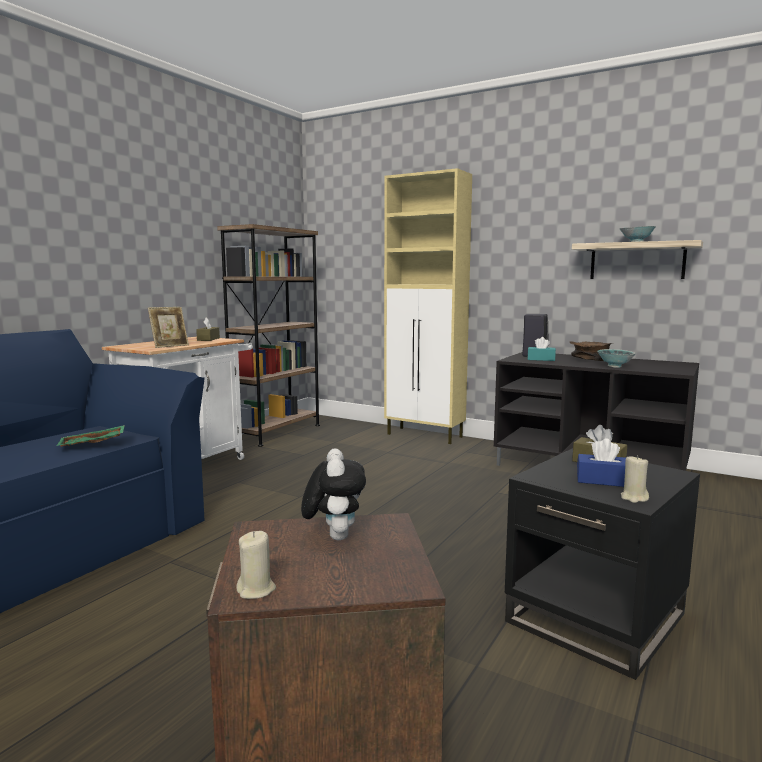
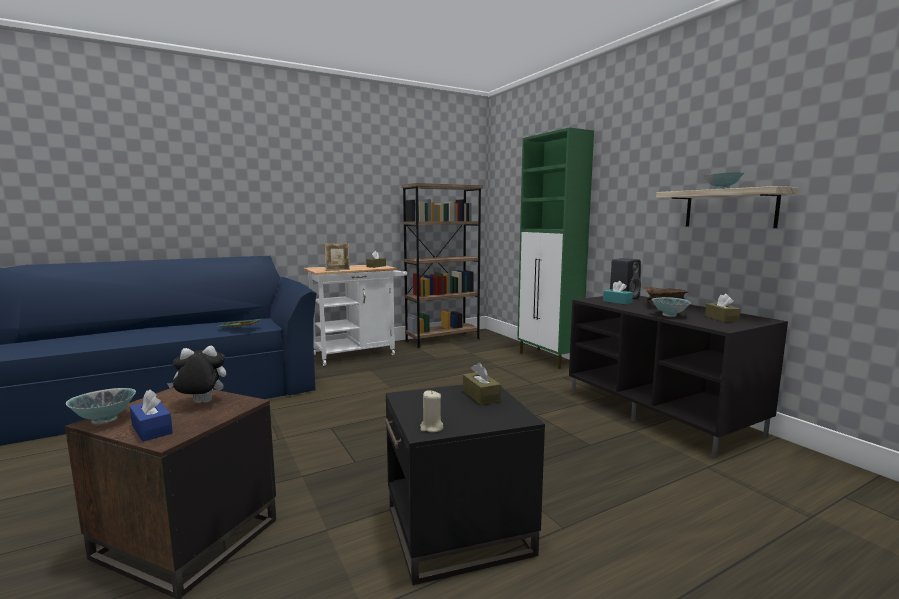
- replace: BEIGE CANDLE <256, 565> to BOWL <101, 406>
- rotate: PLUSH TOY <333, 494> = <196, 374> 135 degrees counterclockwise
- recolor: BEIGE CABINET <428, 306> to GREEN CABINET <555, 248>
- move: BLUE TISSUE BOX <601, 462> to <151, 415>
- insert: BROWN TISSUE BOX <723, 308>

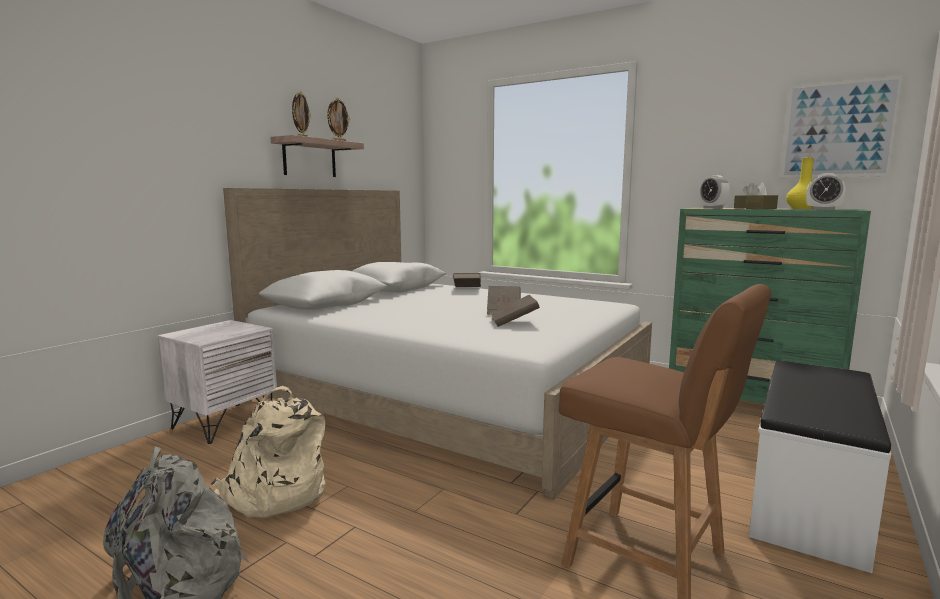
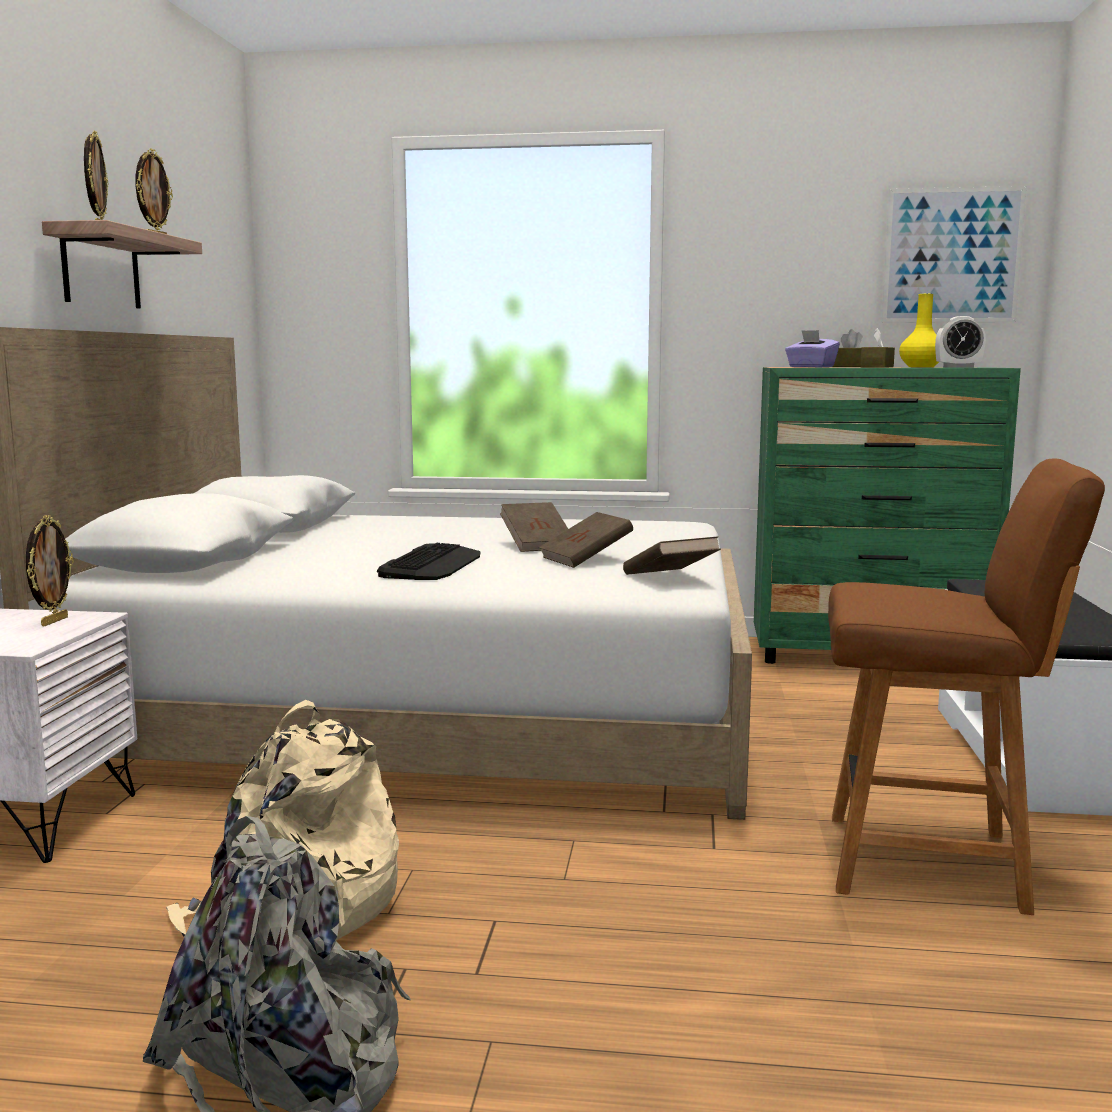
- move: BROWN BOOK <467, 280> to <672, 555>
- replace: ALARM CLOCK <715, 192> to PURPLE TISSUE BOX <812, 348>
- insert: PICTURE FRAME <50, 570>
- insert: KEYBOARD <429, 561>

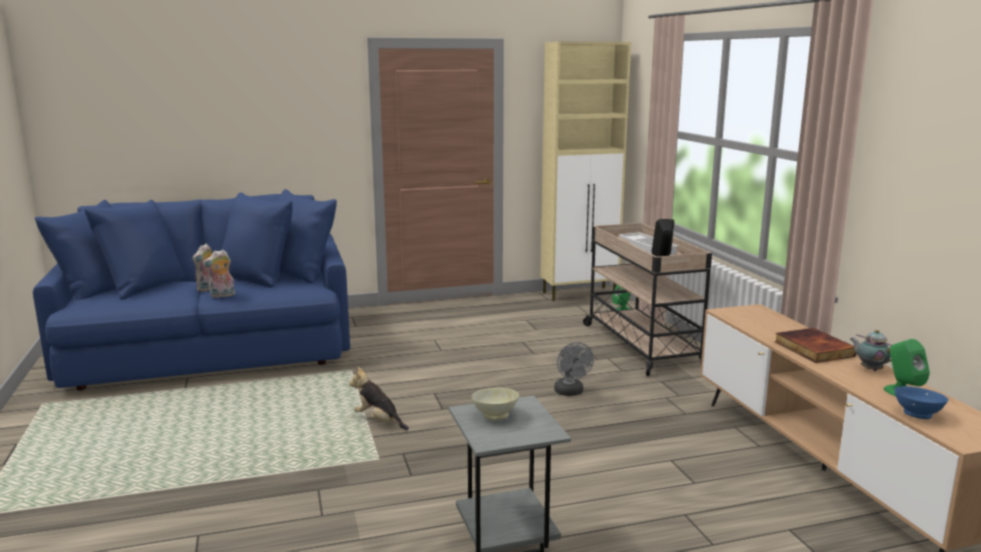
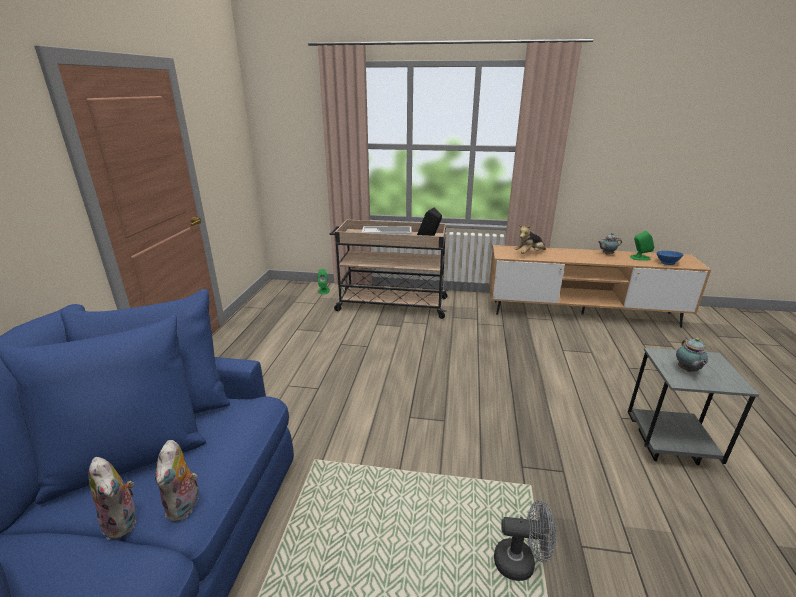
- move: PLUSH TOY <379, 398> to <530, 239>
- replace: BEIGE BOWL <495, 404> to TEAPOT <692, 355>
- delete: BEIGE CABINET <586, 171>
- move: GREY FAN <574, 369> to <525, 540>
- delete: BOOK <815, 345>

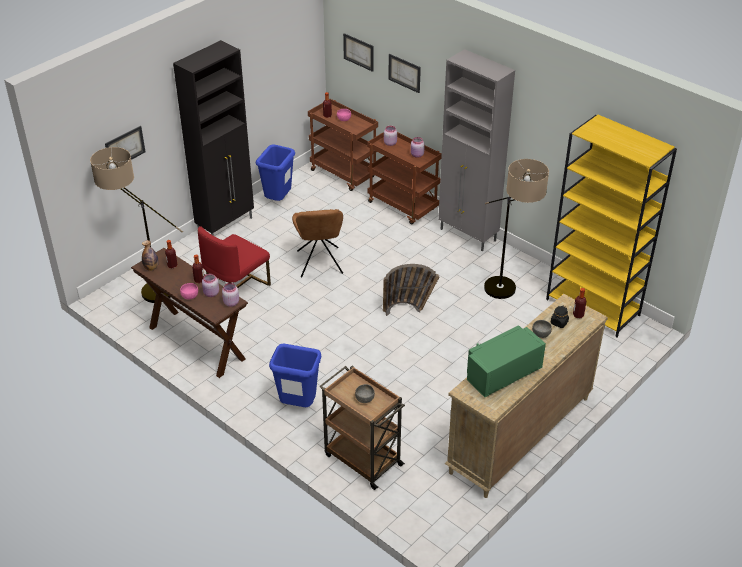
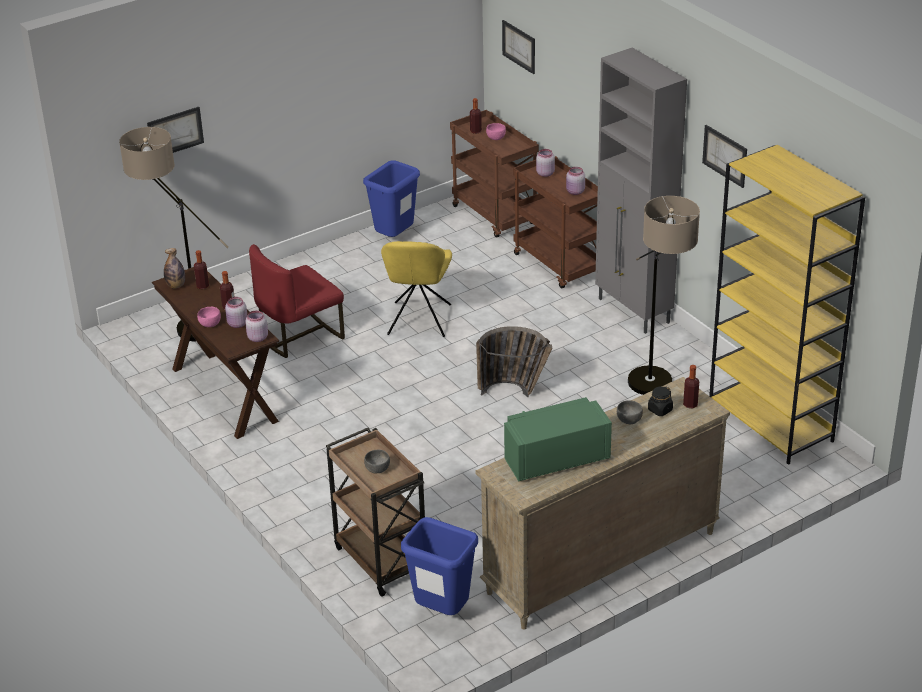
- delete: BLACK CABINET <213, 138>
- move: BLUE TRASH CAN <295, 375> to <439, 566>
- recolor: BROWN CHAIR <317, 243> to YELLOW CHAIR <416, 289>
- move: PICTURE <404, 73> to <724, 156>

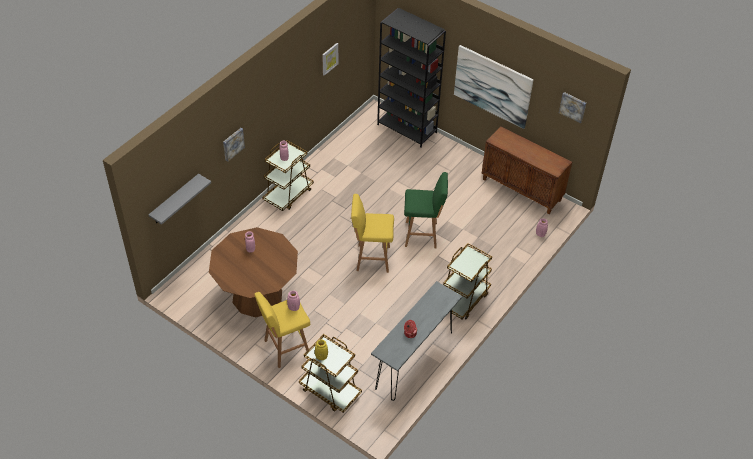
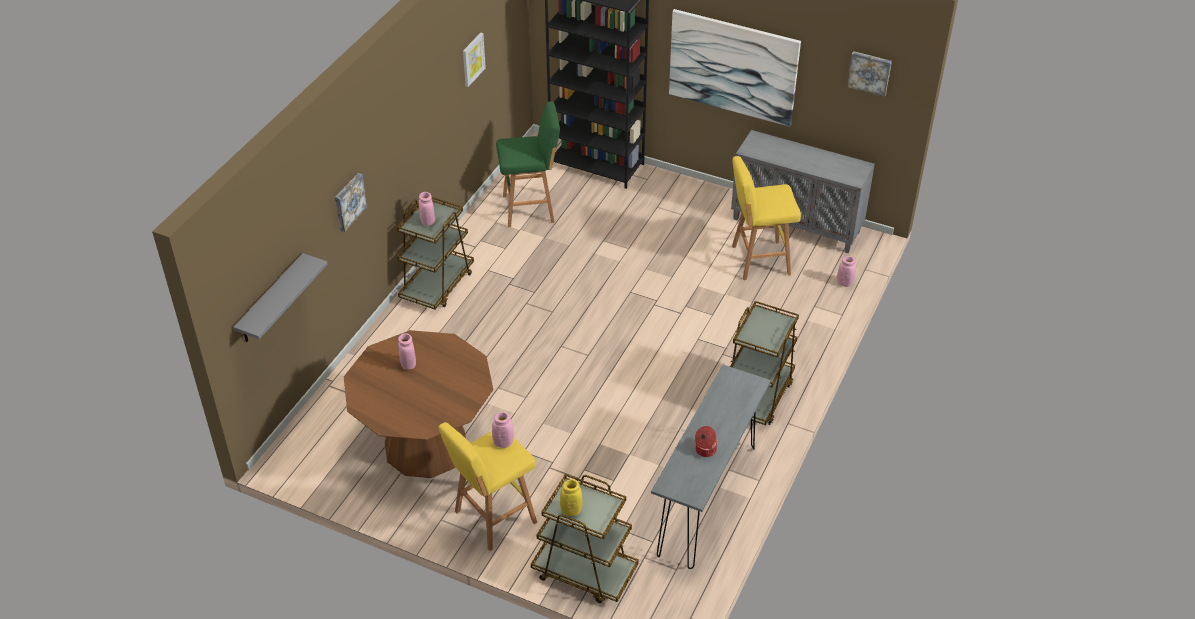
- move: YELLOW STOOL <372, 233> to <766, 218>
- move: GREEN STOOL <426, 210> to <528, 164>
- recolor: BROWN CABINET <527, 170> to GREY CABINET <803, 191>

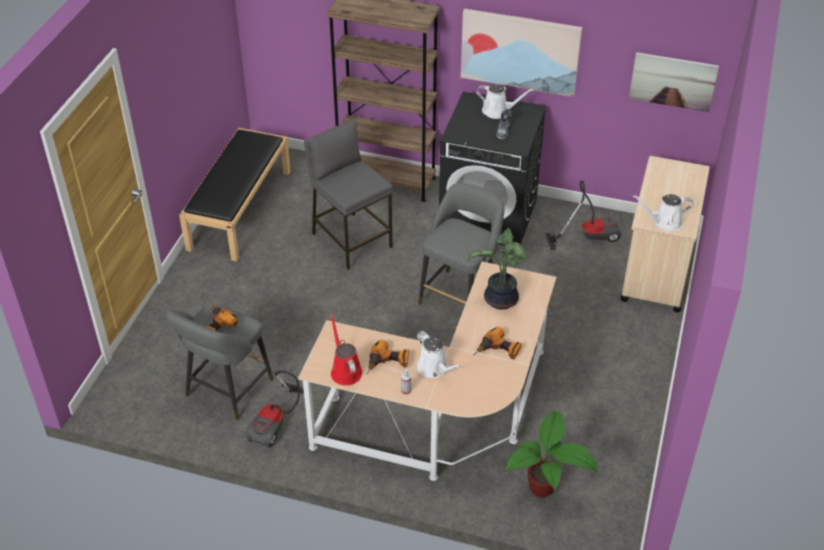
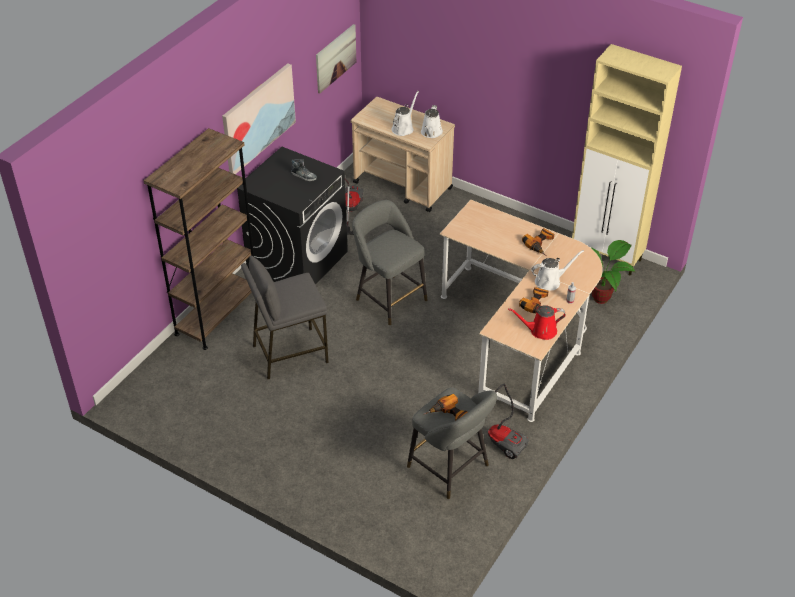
- delete: BLACK BENCH <235, 194>
- delete: POTTED PLANT <497, 268>
- move: WHITE WATERING CAN <505, 101> to <405, 113>
- insert: BEIGE CABINET <627, 160>

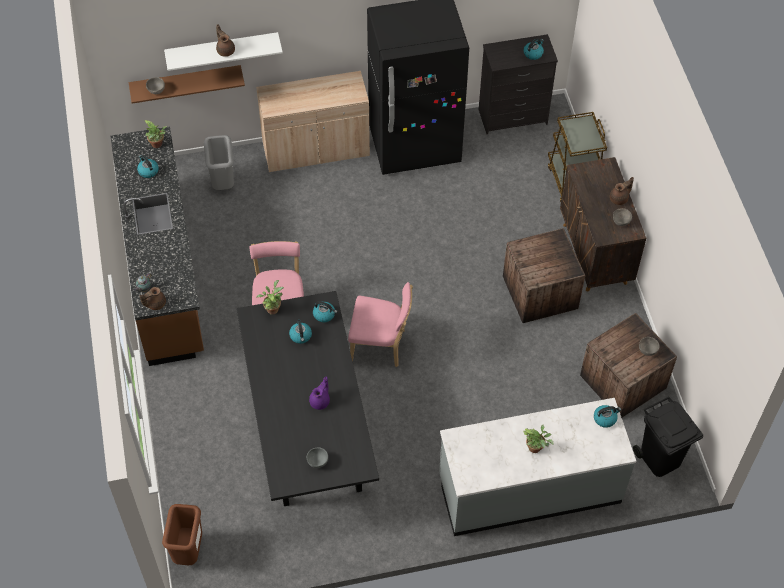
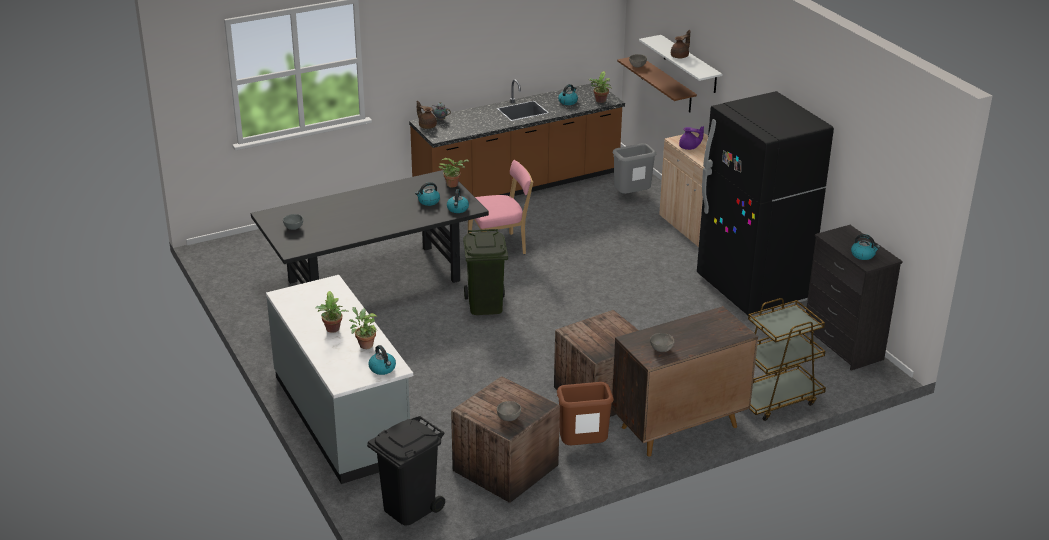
- move: BROWN TRASH CAN <182, 534> to <585, 413>
- move: PURPLE TEAPOT <319, 393> to <691, 138>
- replace: PINK CHAIR <380, 324> to GREEN TRASH CAN <485, 272>
- delete: BROWN TEAPOT <622, 191>
- insert: POTTED PLANT <363, 328>

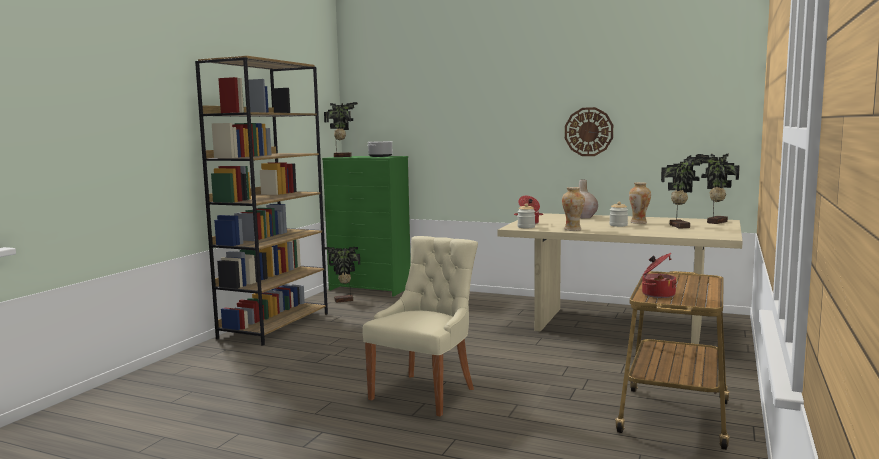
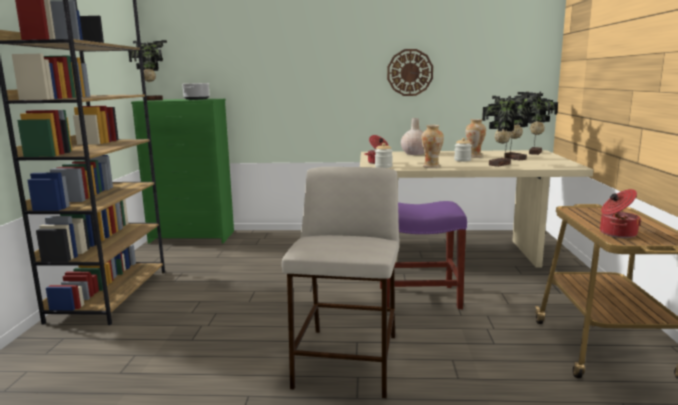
- move: POTTED PLANT <342, 275> to <506, 131>
- replace: BEIGE CHAIR <420, 326> to BEIGE STOOL <340, 282>
- insert: PURPLE STOOL <423, 255>

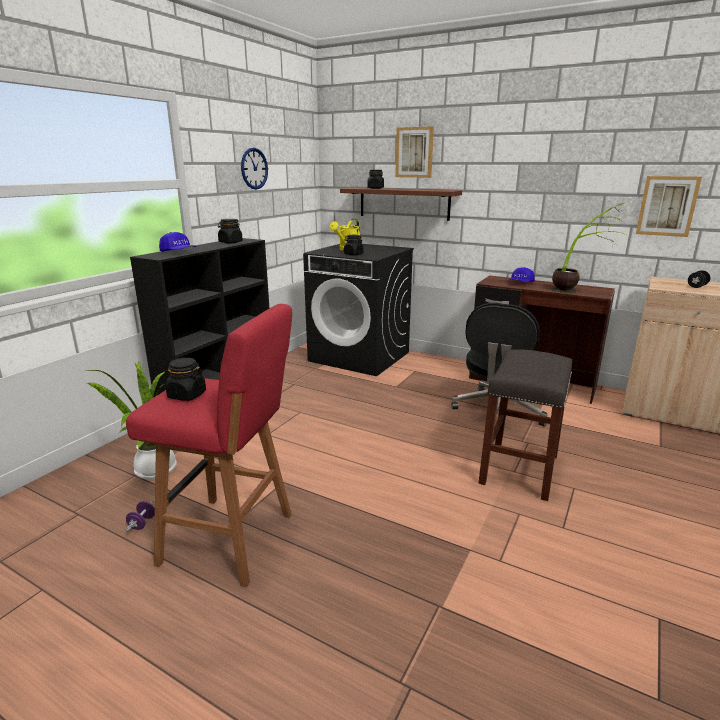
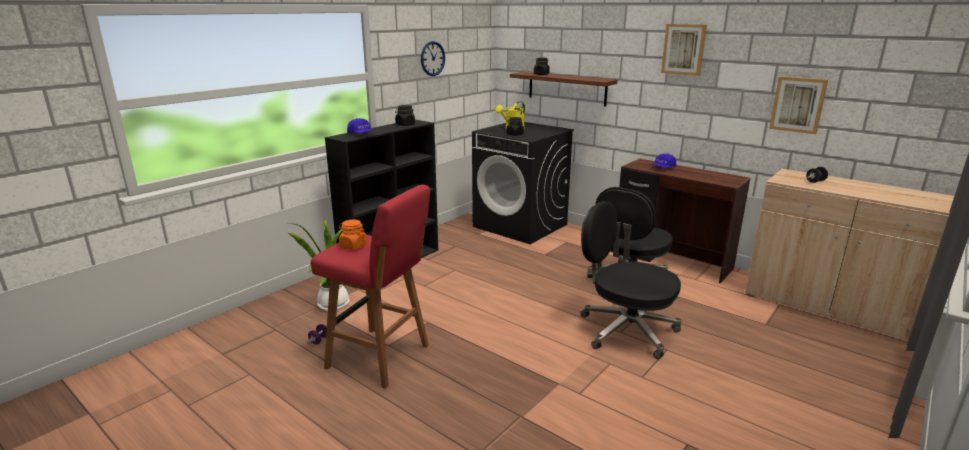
- recolor: BLACK JAR <185, 379> to ORANGE JAR <353, 234>
- move: PICTURE <414, 152> to <684, 50>
- replace: GREY STOOL <525, 425> to BLACK OFFICE CHAIR <630, 280>
- delete: POTTED PLANT <588, 247>

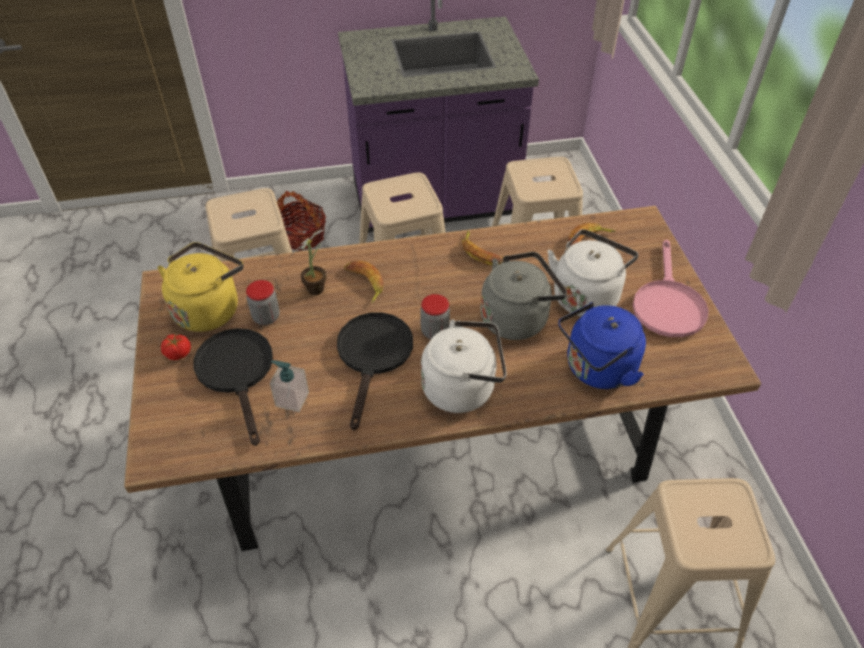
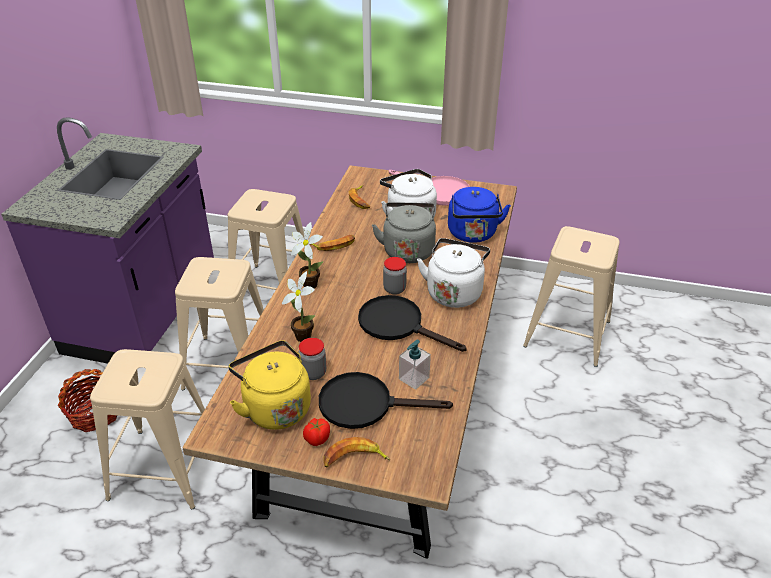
- move: BANANA <363, 282> to <356, 452>
- insert: POTTED PLANT <307, 255>

